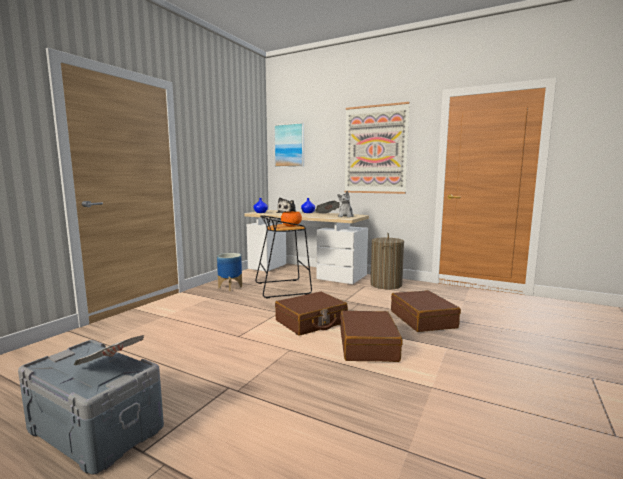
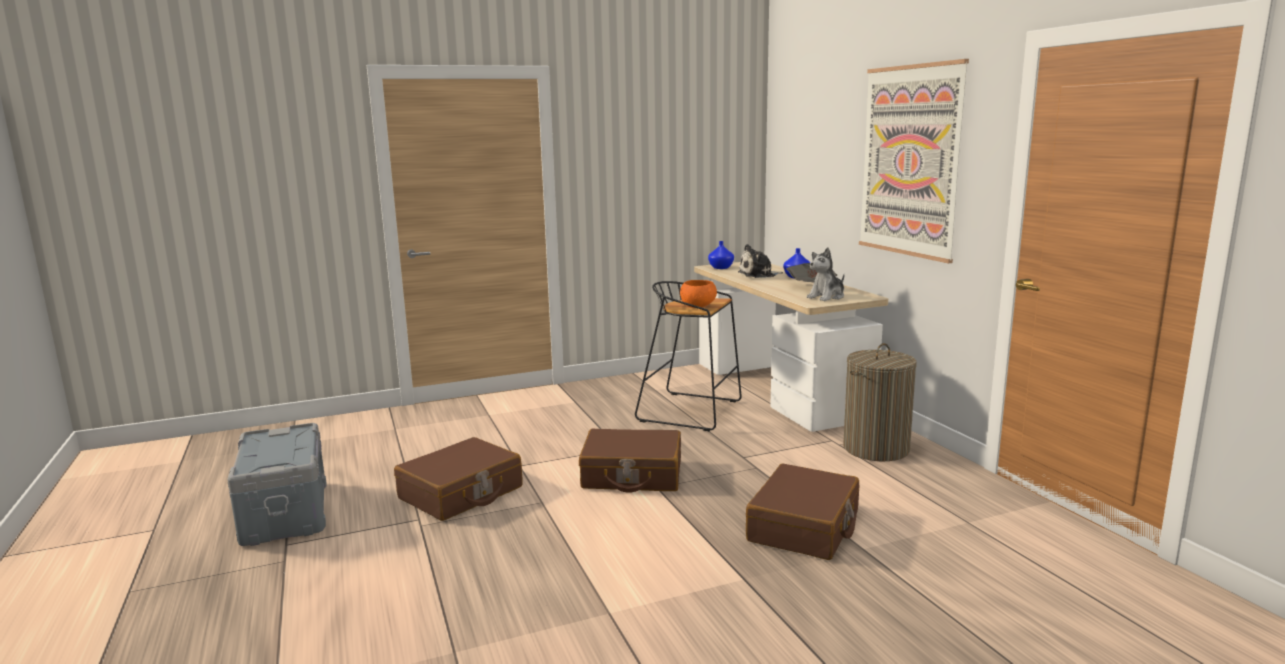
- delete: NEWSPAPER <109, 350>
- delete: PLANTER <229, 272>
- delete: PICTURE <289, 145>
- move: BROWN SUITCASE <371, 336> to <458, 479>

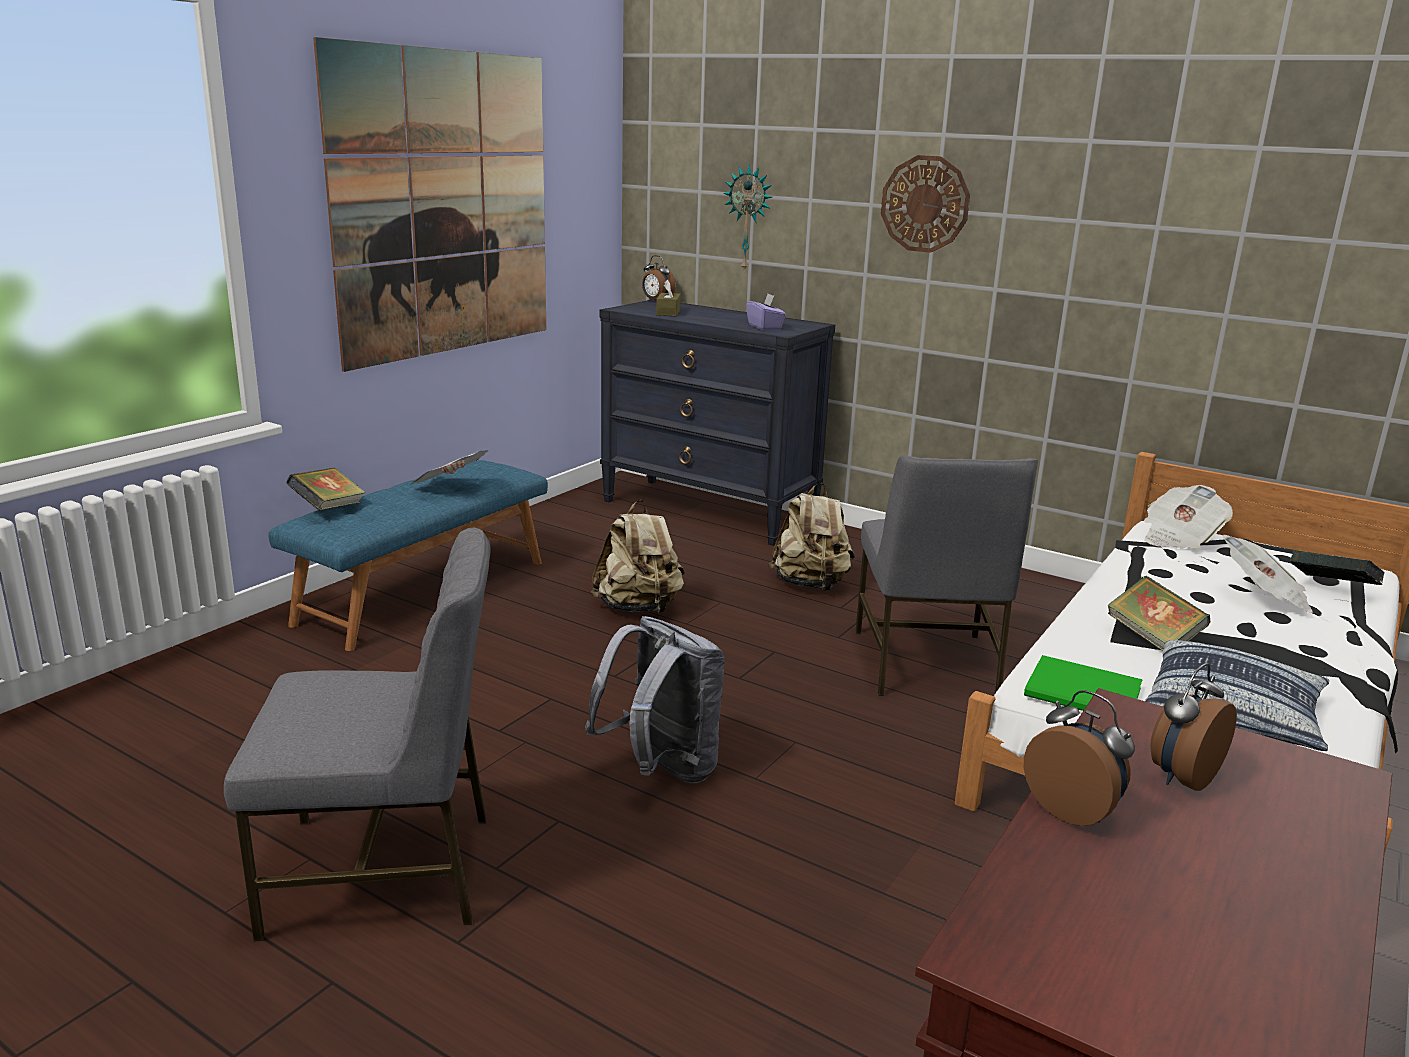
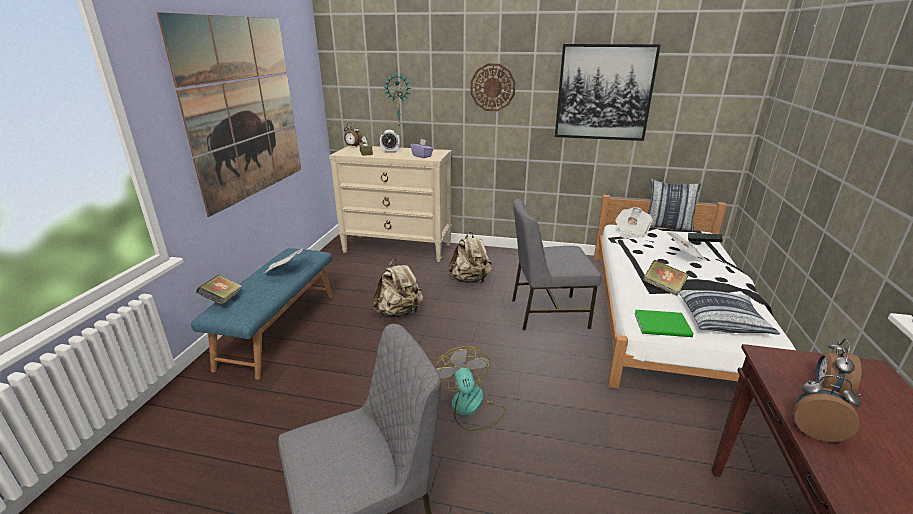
- replace: GREY BACKPACK <655, 699> to FAN <470, 388>
- recolor: BLACK DRESSER <717, 422> to BEIGE DRESSER <390, 203>
- rotate: GREY CHAIR <946, 575> = <556, 264> 105 degrees clockwise
- insert: ALARM CLOCK <390, 141>
- insert: PICTURE <608, 92>
- insert: PILLOW <675, 205>

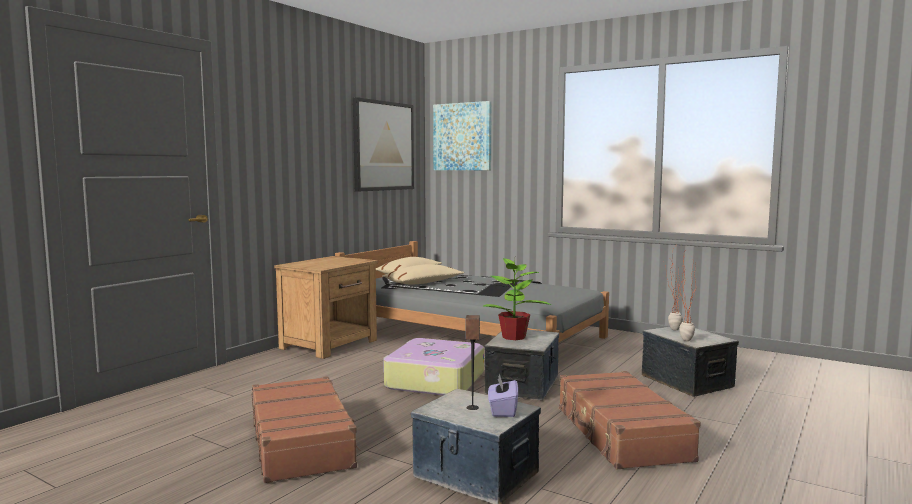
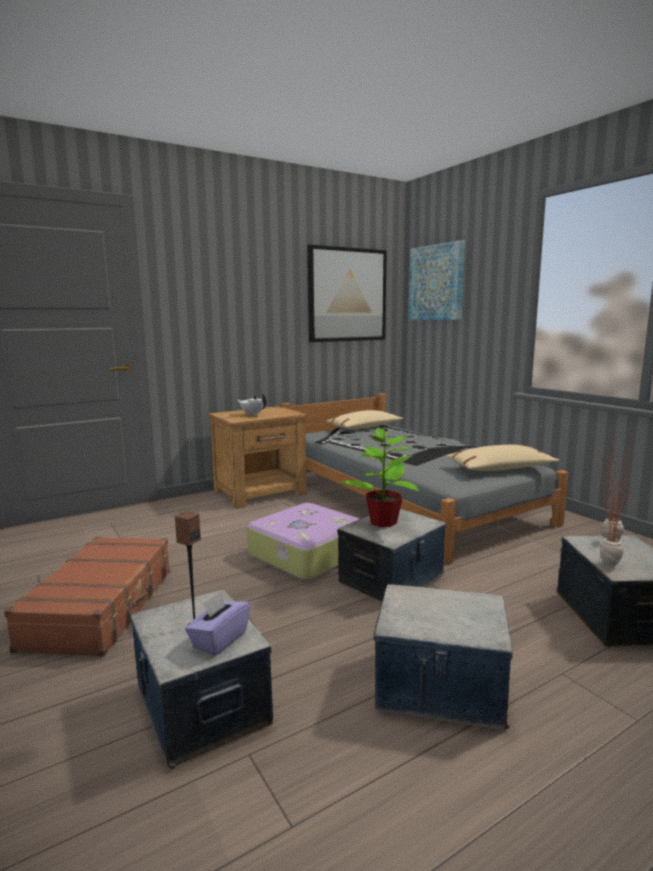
- move: BEIGE PILLOW <423, 274> to <502, 458>
- replace: BROWN SUITCASE <629, 420> to STORAGE BOX <443, 657>
- insert: WHITE TEAPOT <252, 404>

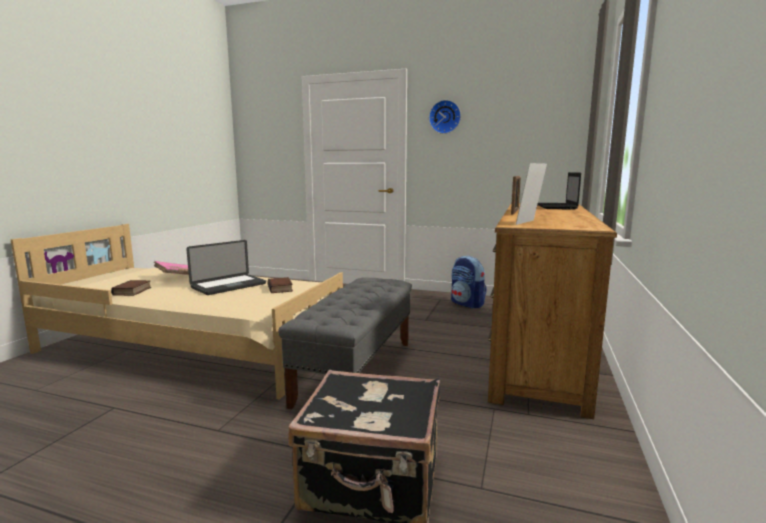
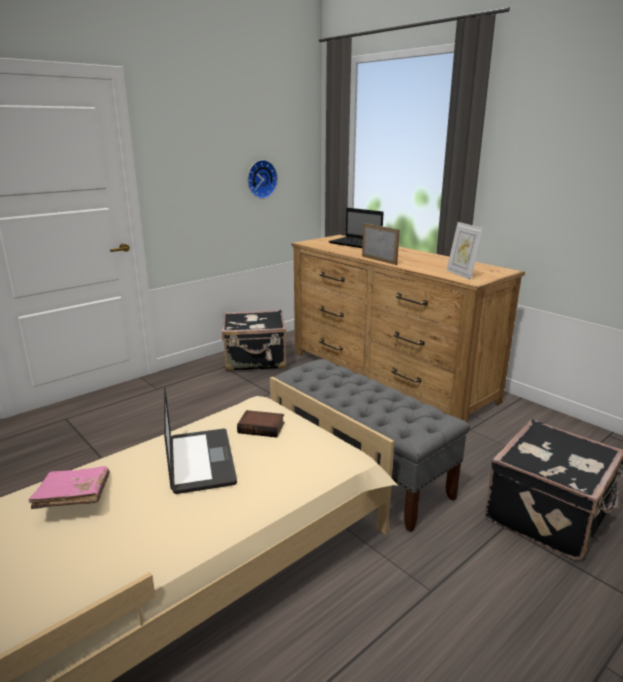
- delete: BOOK <131, 288>
- move: WALL CLOCK <445, 117> to <262, 179>
- replace: BACKPACK <469, 282> to BLACK SUITCASE <254, 340>

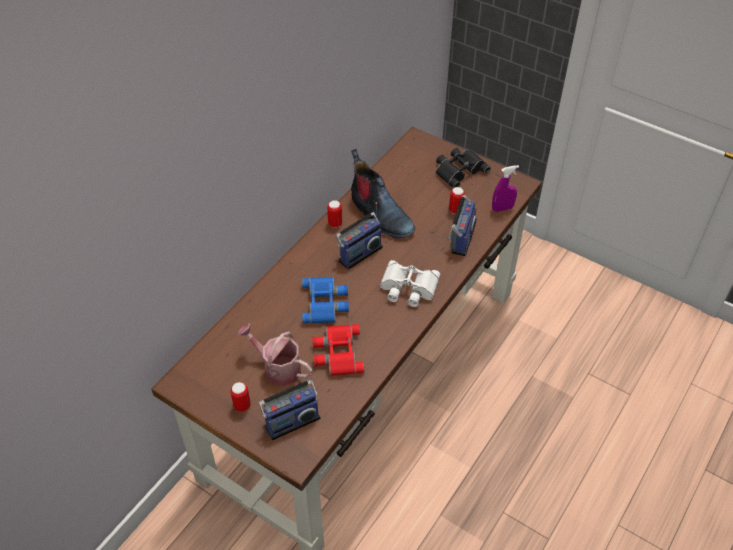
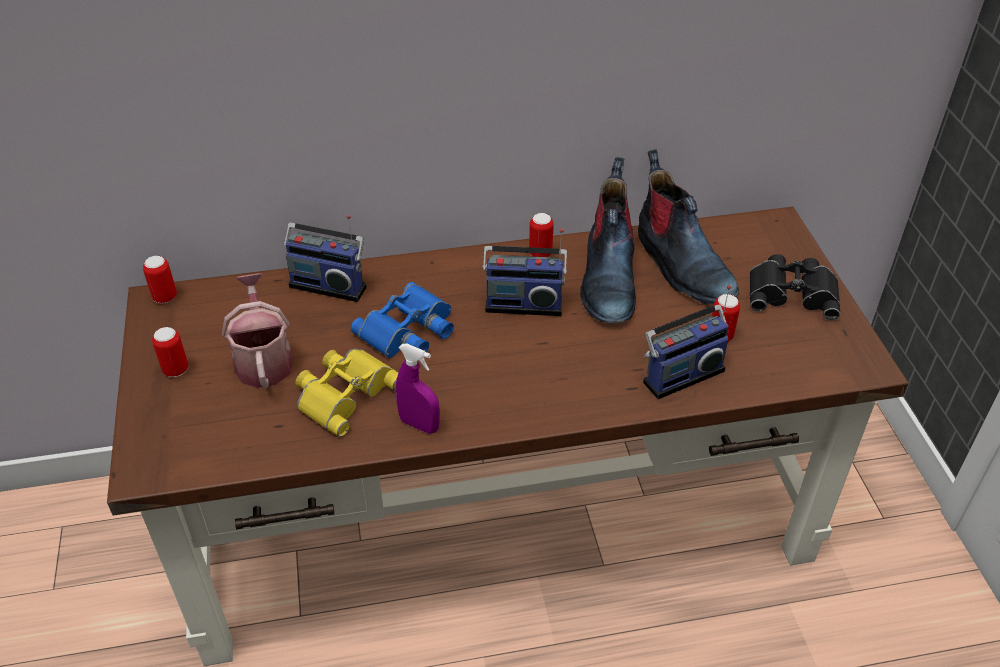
- move: RADIO <289, 406> to <325, 258>
- recolor: RED BINOCULARS <338, 350> to YELLOW BINOCULARS <347, 393>
- delete: WHITE BINOCULARS <410, 283>
- move: PURPLE SPRAY BOTTLE <505, 188> to <418, 388>
- insert: CAN <160, 279>
- insert: BOOT <688, 226>

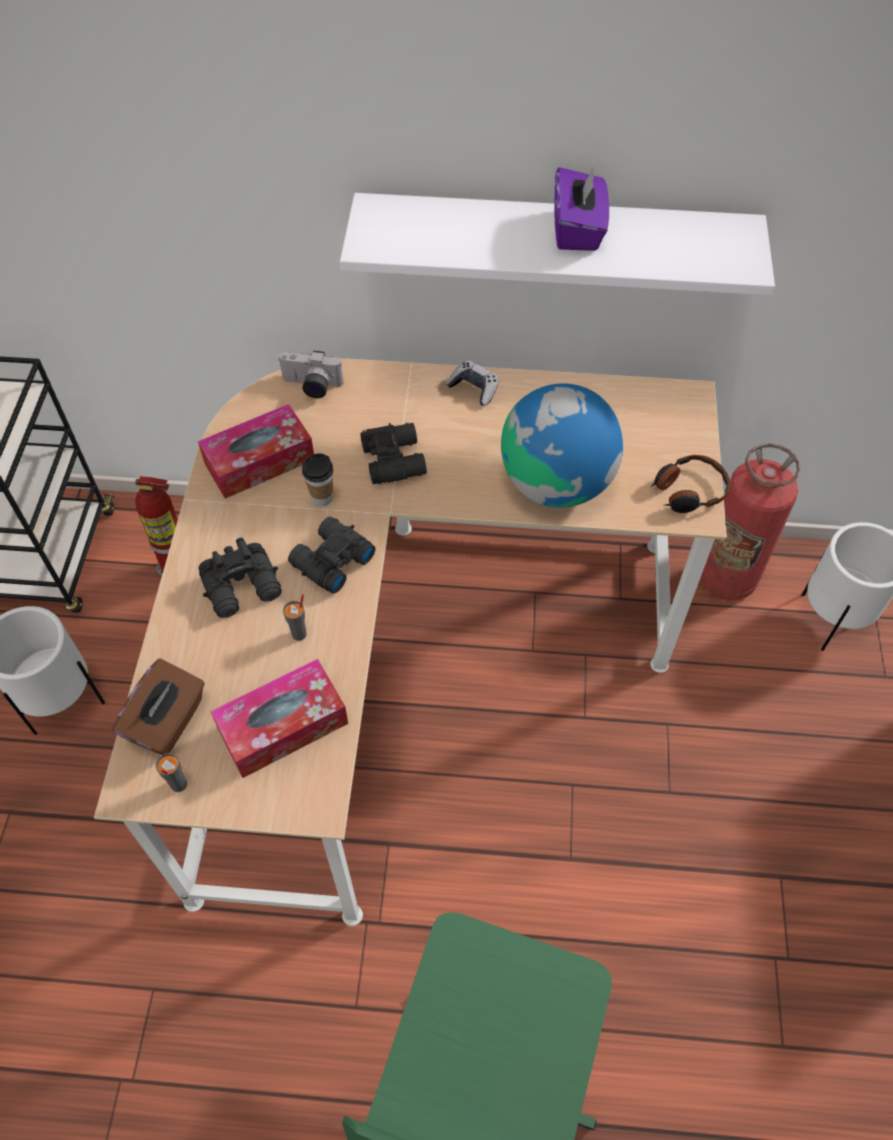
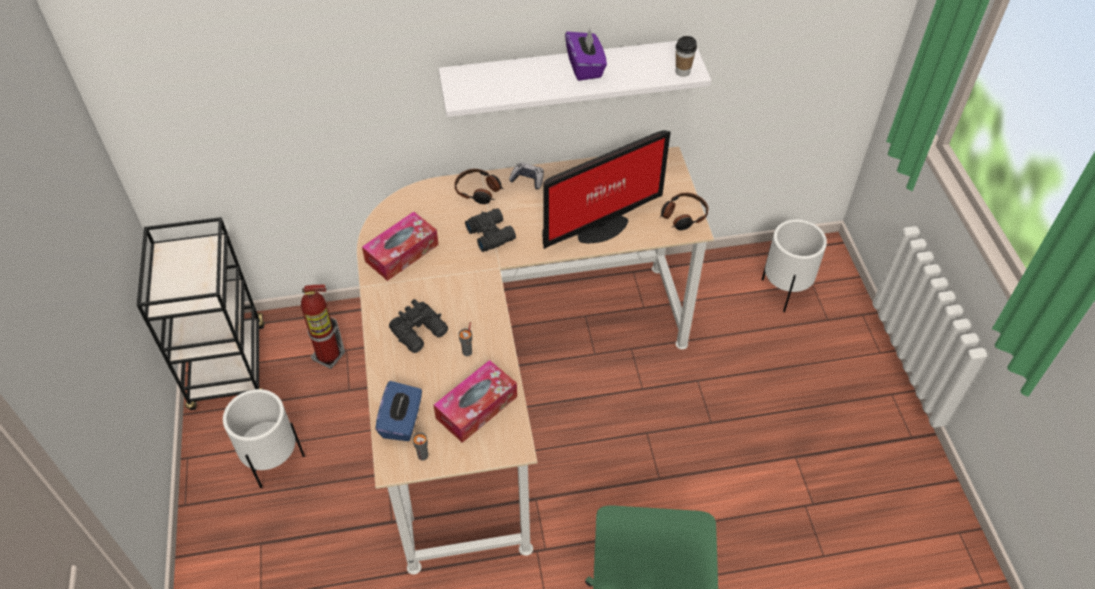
- recolor: BROWN TISSUE BOX <159, 706> to BLUE TISSUE BOX <398, 411>
- delete: PHOTO CAMERA <311, 374>
- delete: BLACK BINOCULARS <331, 555>
- move: CUP <317, 480> to <686, 56>
- replace: GLOBE <562, 445> to MONITOR <607, 189>
- delete: FIRE EXTINGUISHER <750, 521>
- insert: HEADPHONES <479, 186>

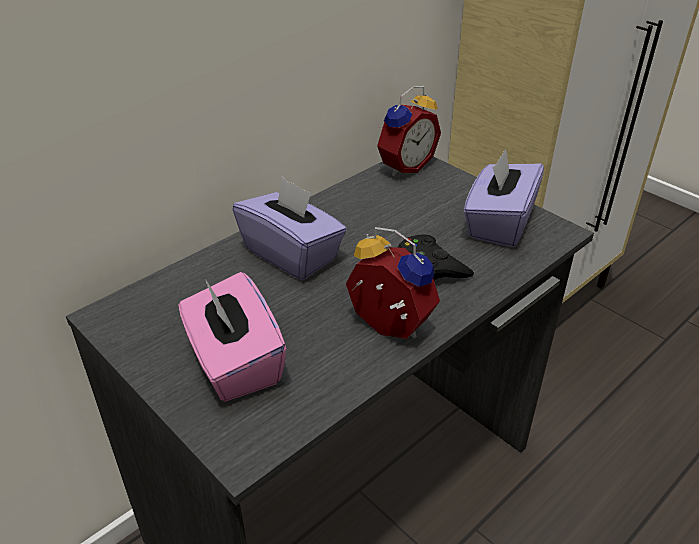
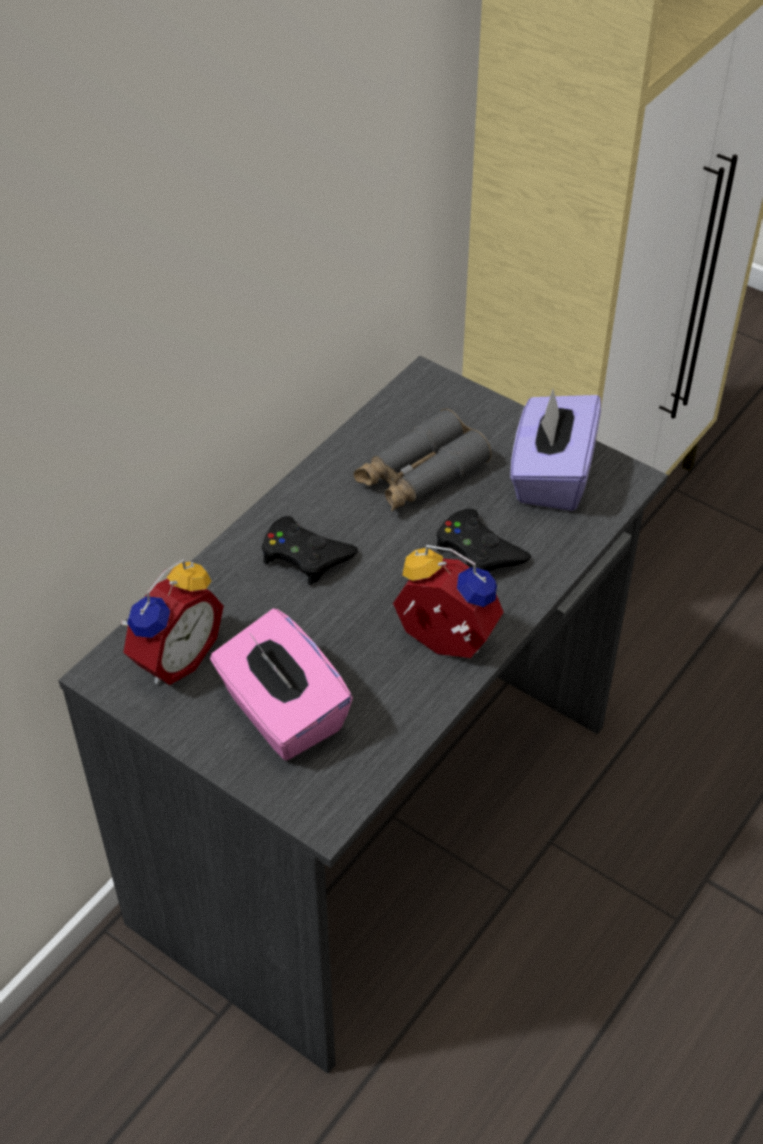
- replace: PURPLE TISSUE BOX <289, 228> to BLACK GAME CONTROLLER <310, 551>
- move: ALARM CLOCK <409, 131> to <172, 622>
- insert: GREY BINOCULARS <423, 460>

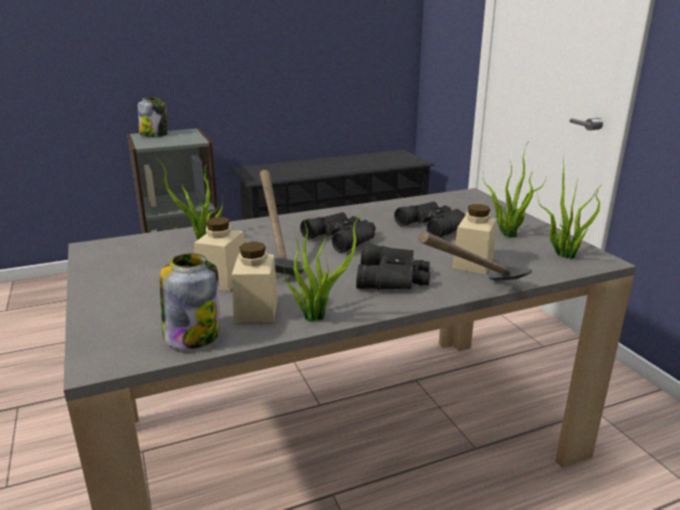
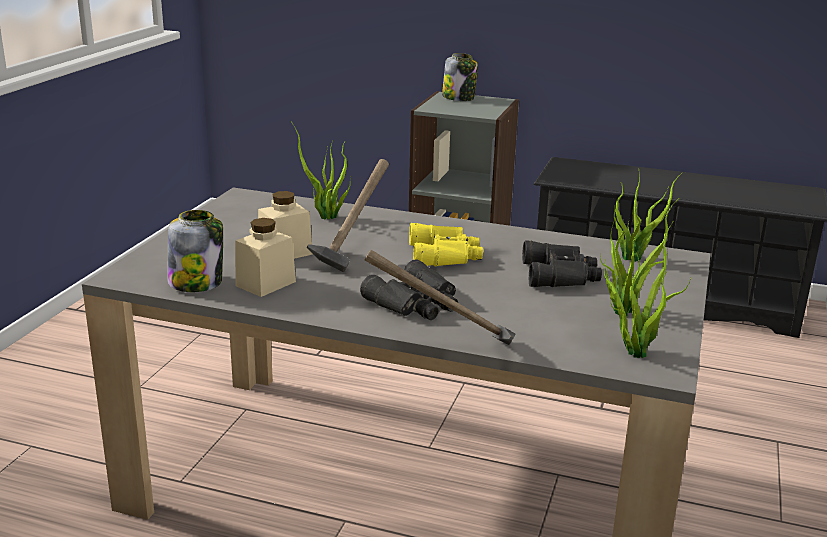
- move: POTTED PLANT <324, 265> to <648, 217>
- recolor: BLACK BINOCULARS <337, 232> to YELLOW BINOCULARS <446, 244>
- delete: BEIGE JAR <474, 239>

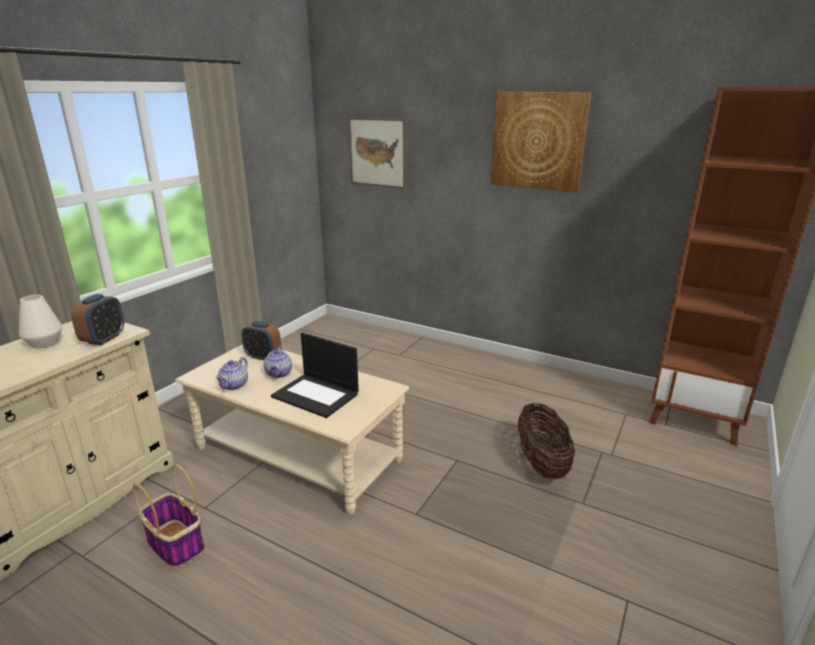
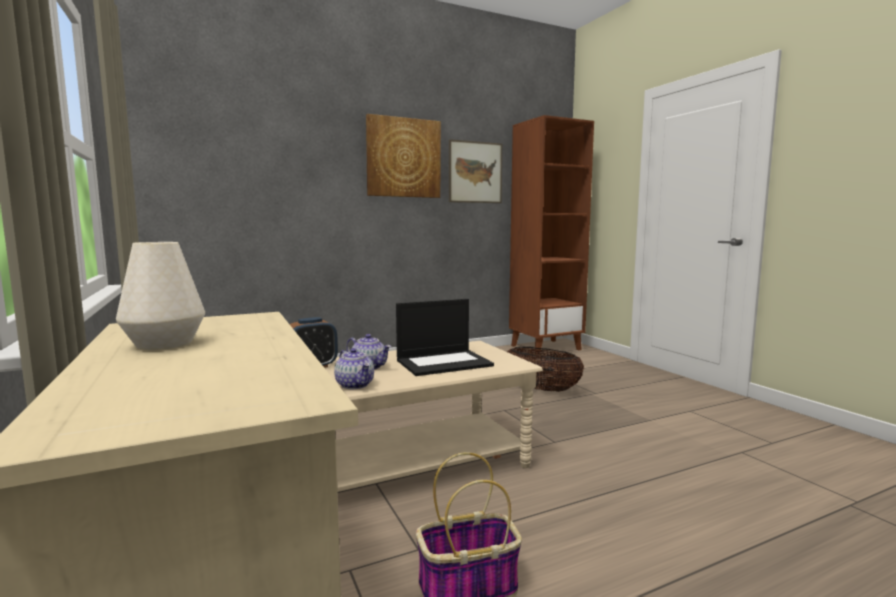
- delete: ALARM CLOCK <97, 319>
- move: PICTURE <377, 153> to <475, 171>

